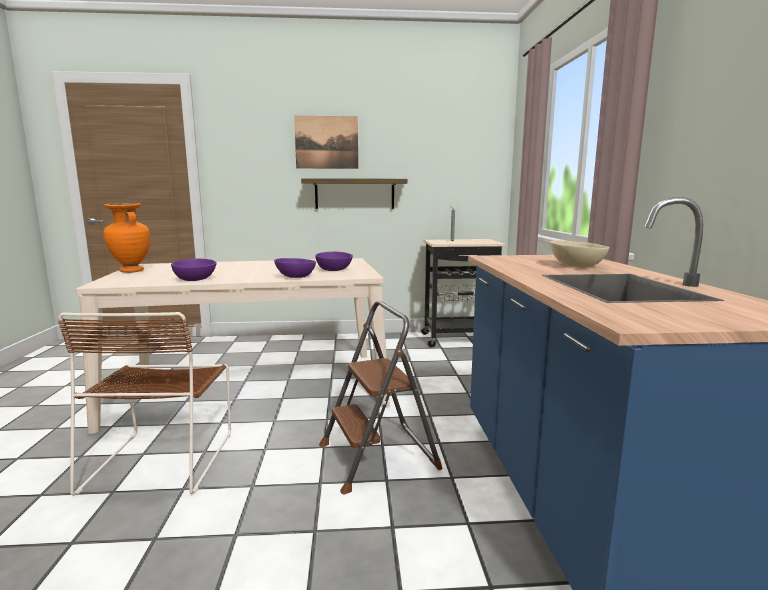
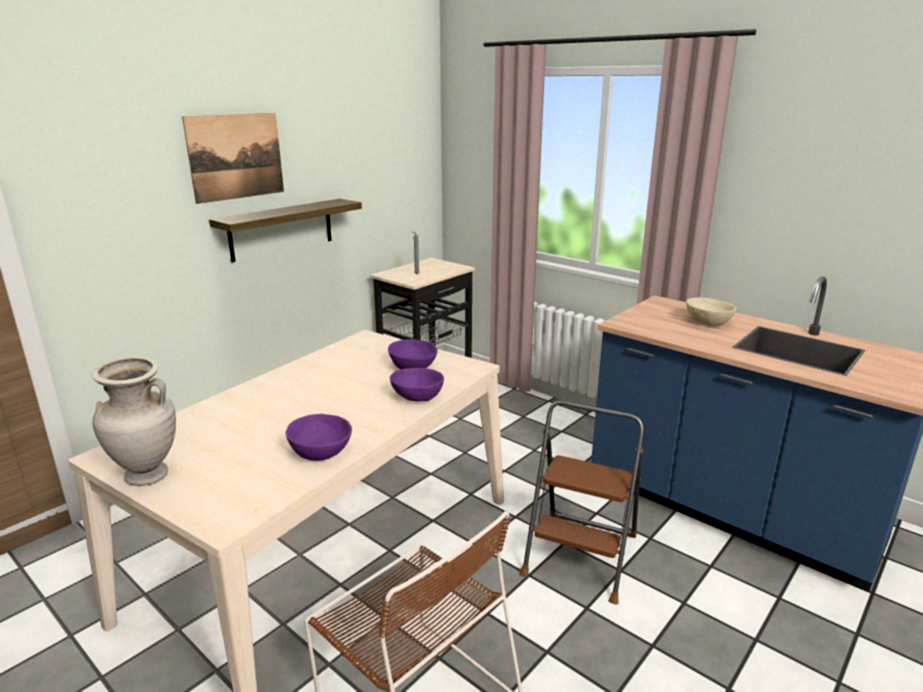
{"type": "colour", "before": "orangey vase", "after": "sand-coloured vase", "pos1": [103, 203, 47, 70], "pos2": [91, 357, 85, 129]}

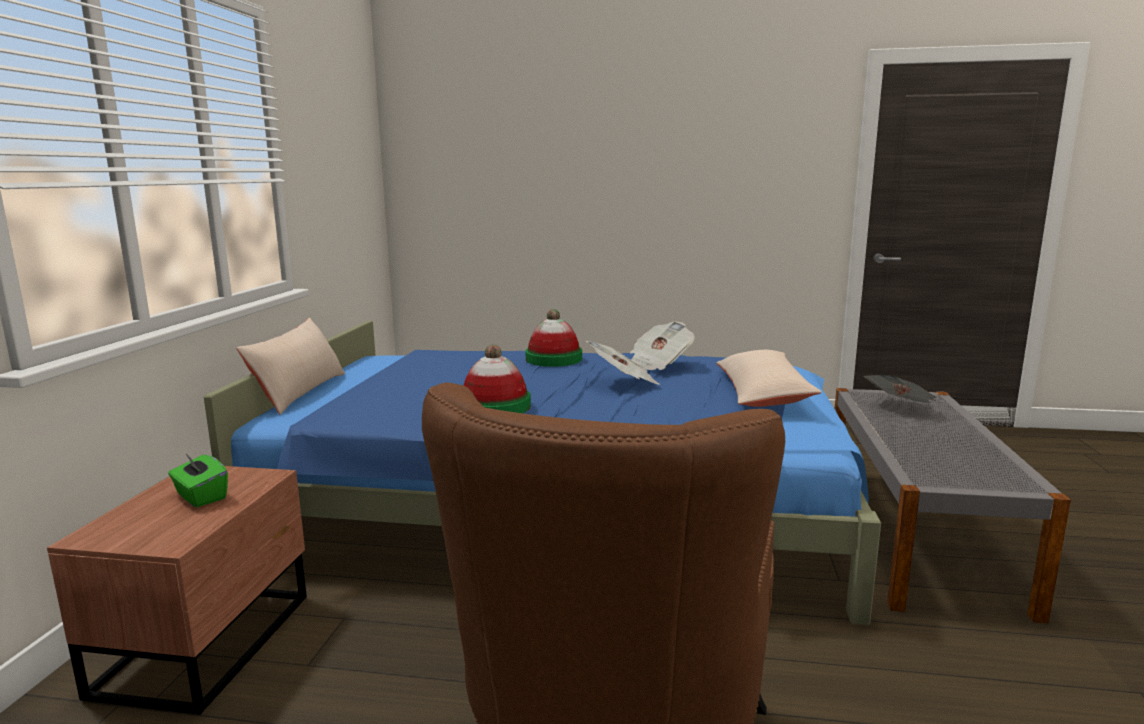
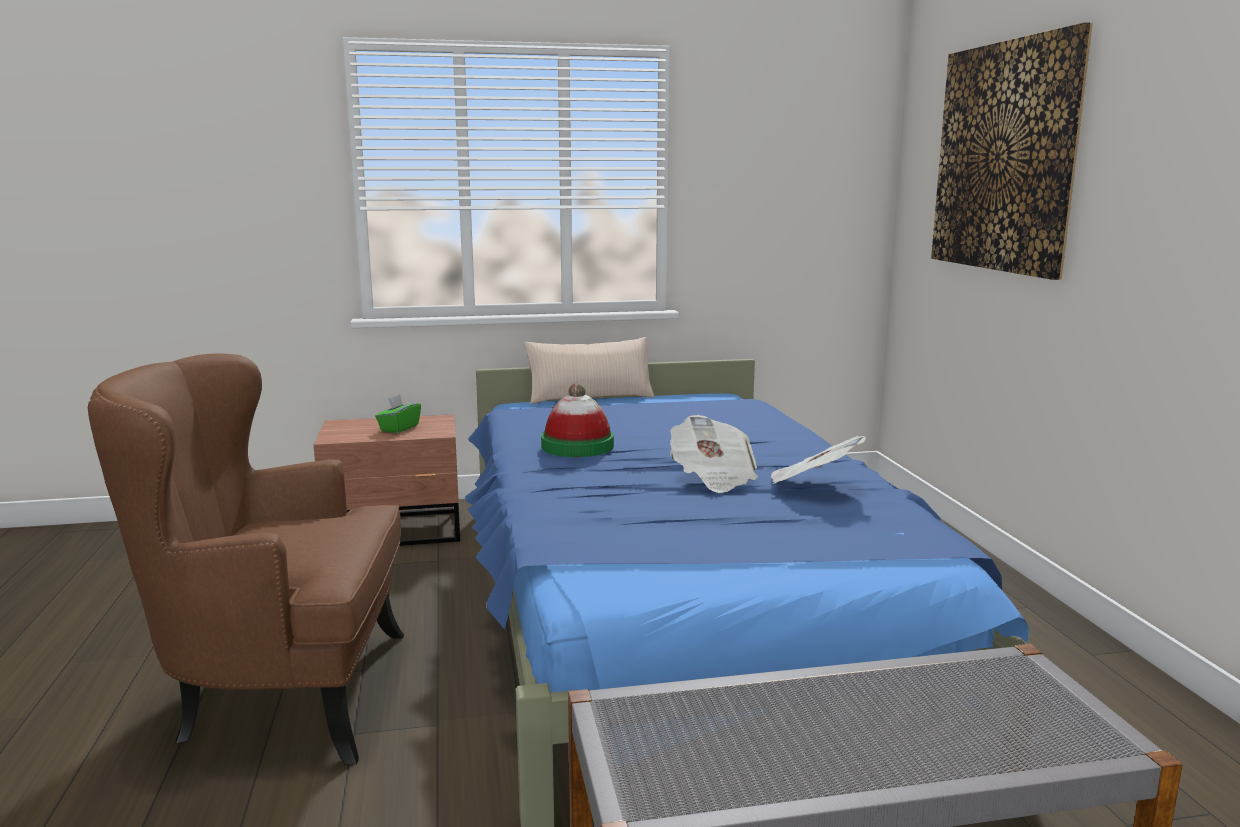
{"type": "missing", "before": "hat", "pos1": [525, 309, 57, 58]}
{"type": "missing", "before": "sand-coloured throw pillow", "pos1": [716, 350, 106, 57]}
{"type": "missing", "before": "newspaper", "pos1": [863, 375, 72, 28]}
{"type": "appeared", "after": "wall art", "pos2": [931, 22, 162, 258]}

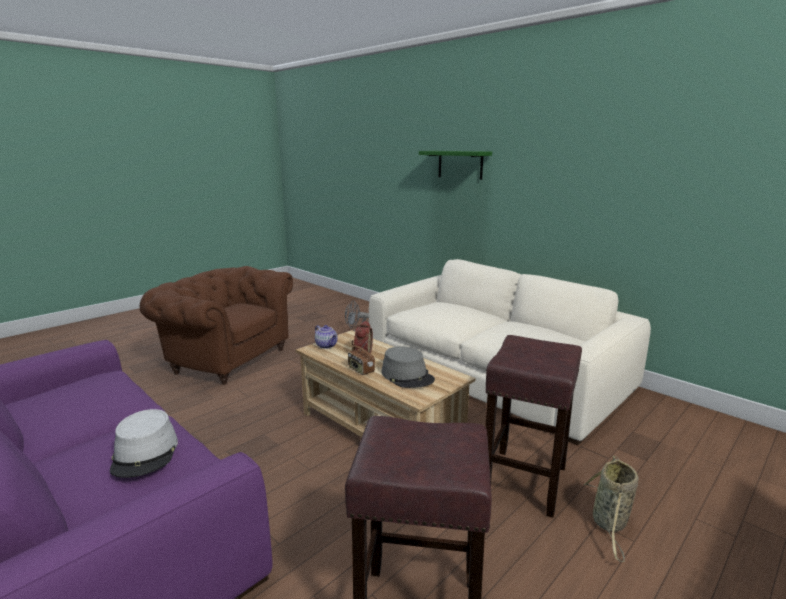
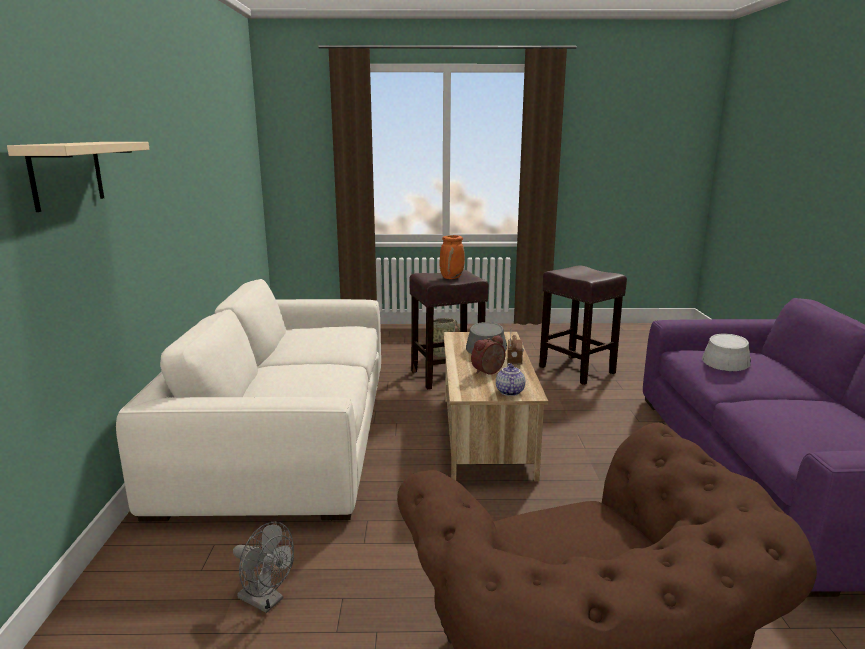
{"type": "colour", "before": "green shelf", "after": "sand-coloured shelf", "pos1": [419, 151, 73, 29], "pos2": [7, 142, 142, 70]}
{"type": "appeared", "after": "orangey vase", "pos2": [440, 235, 25, 44]}

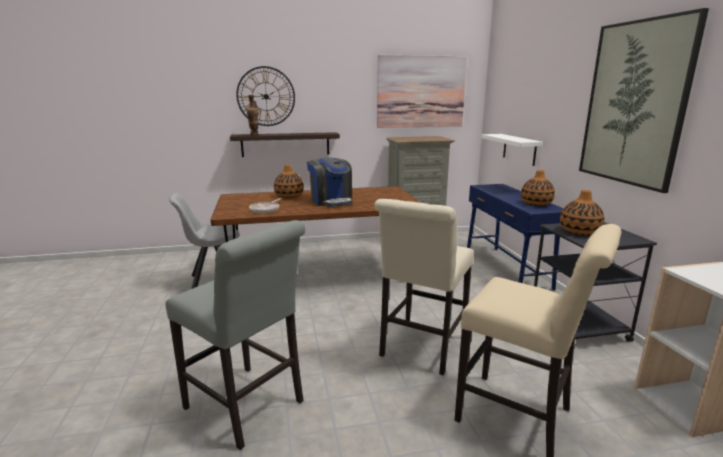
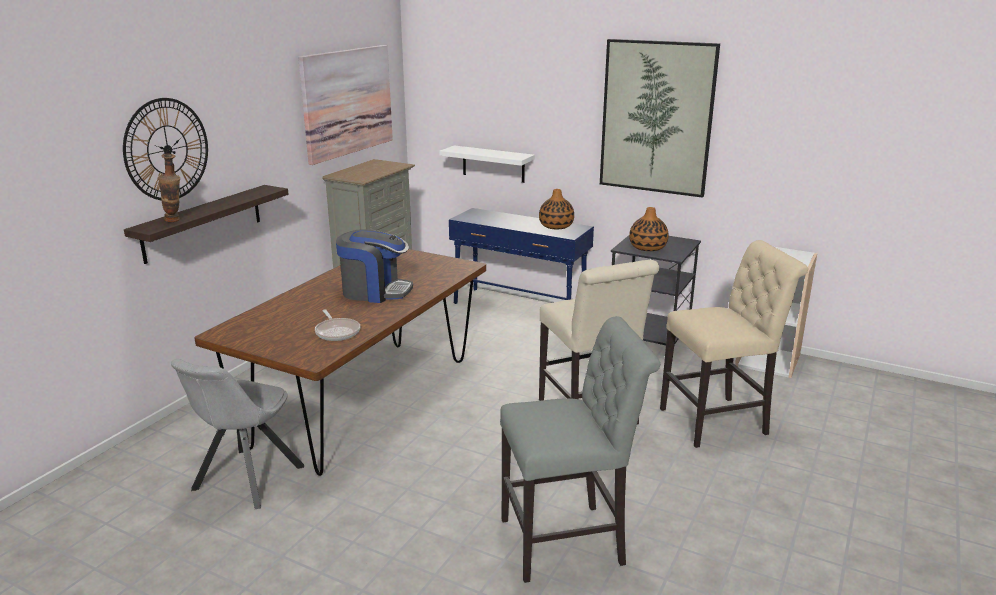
{"type": "missing", "before": "vase", "pos1": [274, 164, 30, 34]}

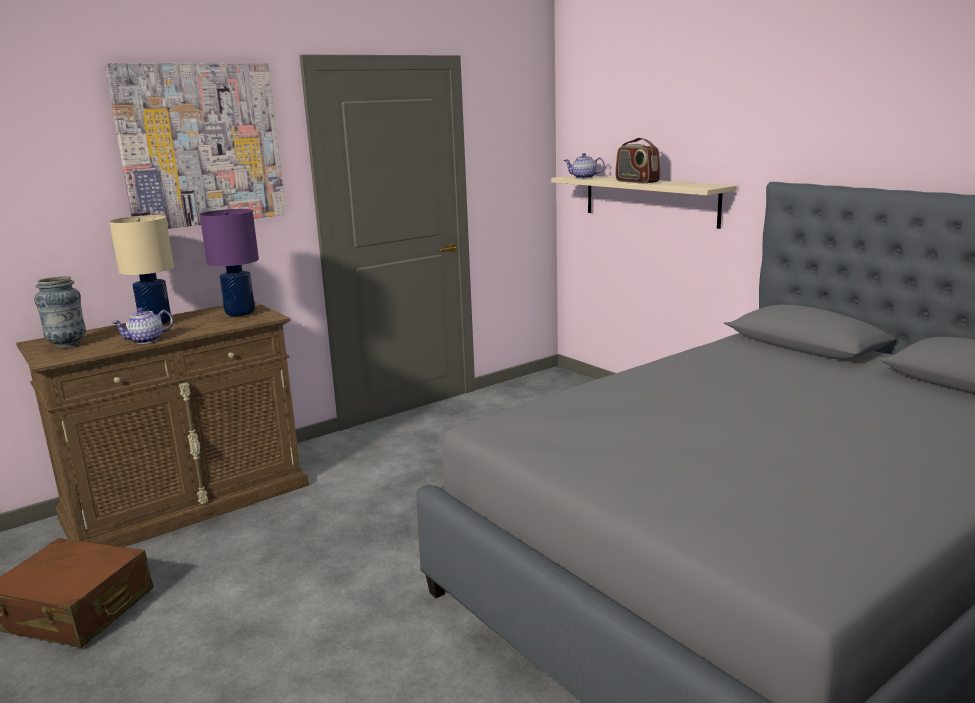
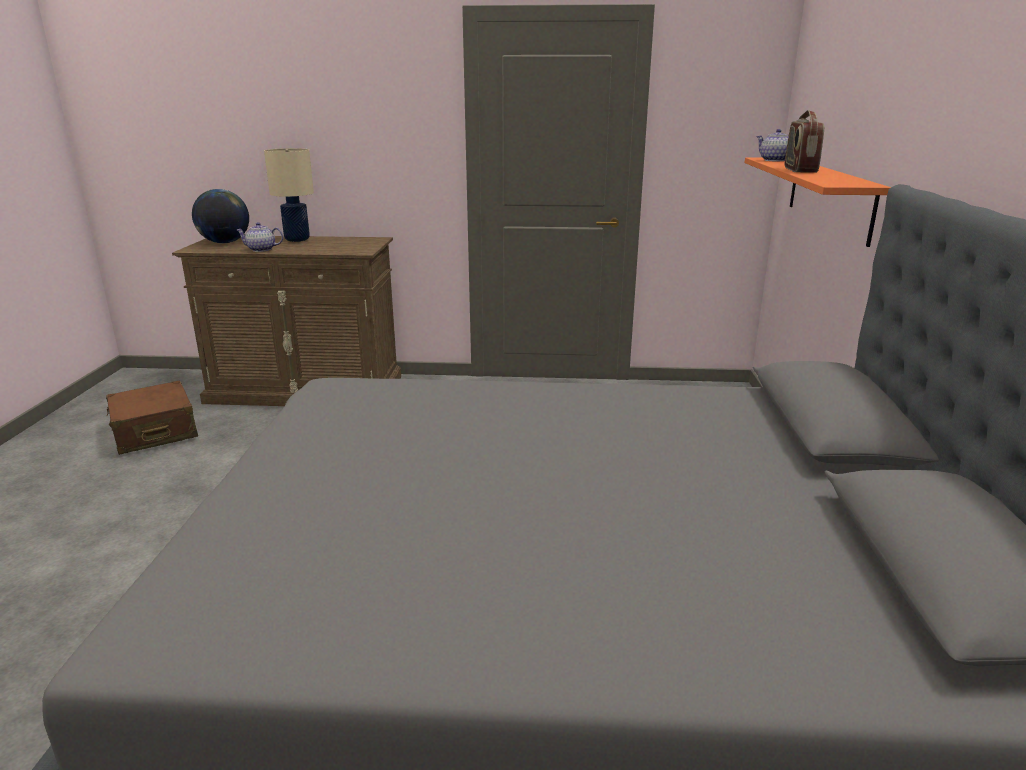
{"type": "exchanged", "before": "vase", "after": "desk globe", "pos1": [34, 276, 52, 73], "pos2": [192, 189, 57, 54]}
{"type": "missing", "before": "wall art", "pos1": [105, 63, 181, 166]}
{"type": "missing", "before": "purplish tabletop lamp", "pos1": [200, 209, 59, 108]}
{"type": "colour", "before": "sand-coloured shelf", "after": "orangey shelf", "pos1": [551, 175, 186, 54], "pos2": [745, 157, 146, 90]}

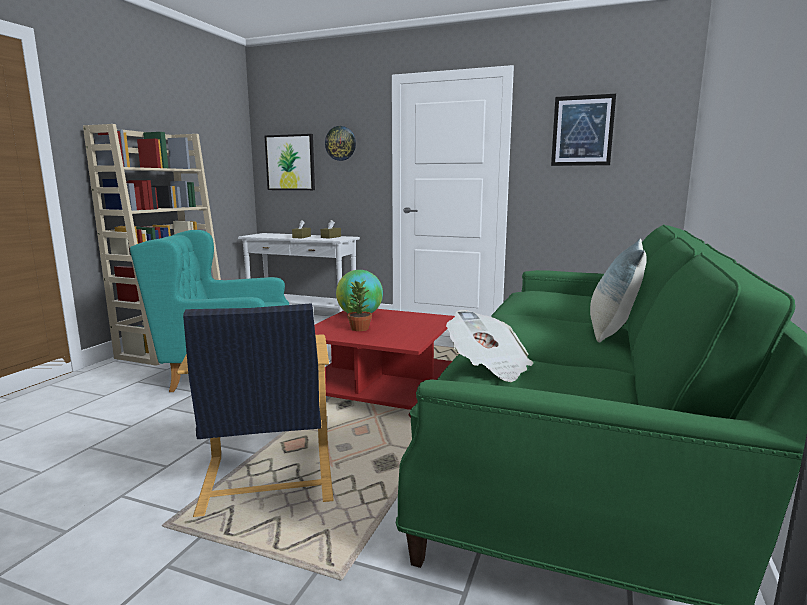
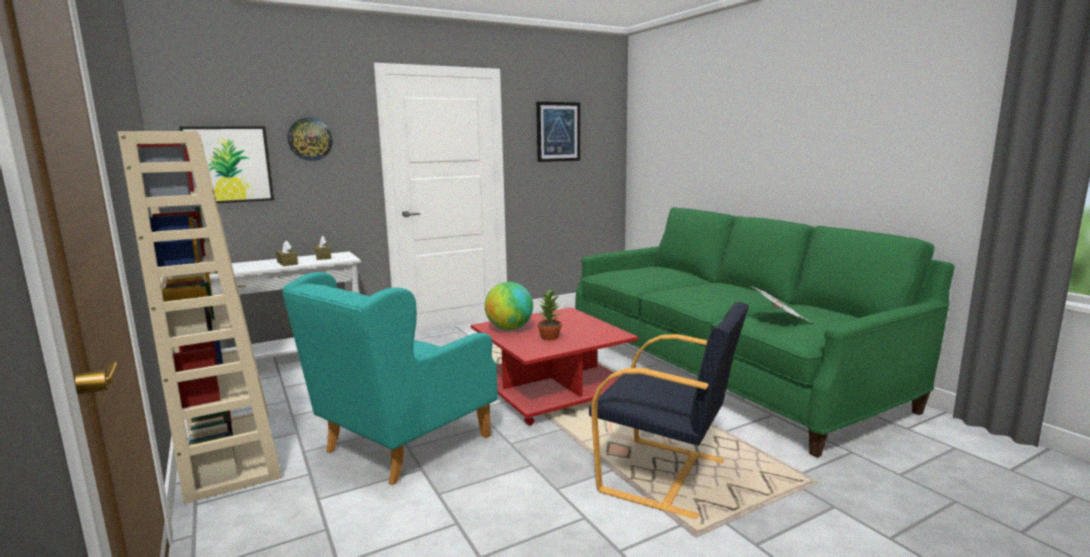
{"type": "missing", "before": "throw pillow", "pos1": [590, 239, 57, 103]}

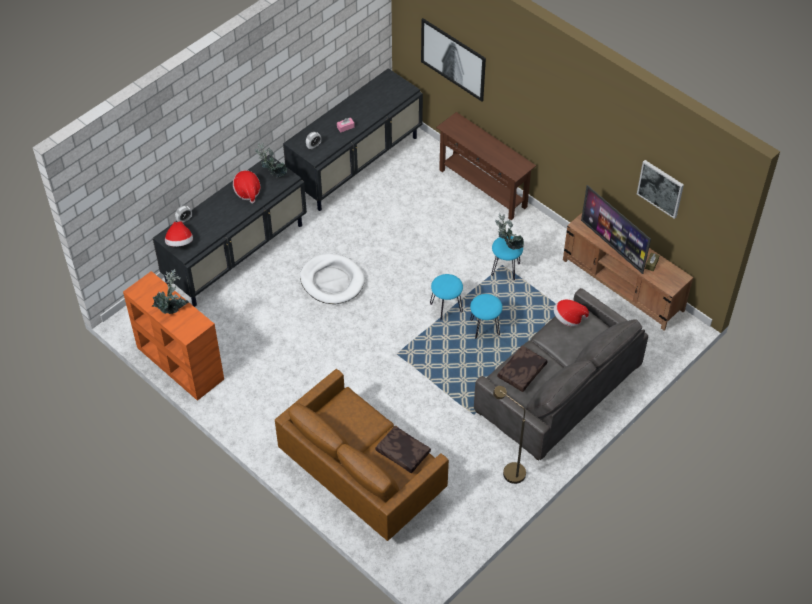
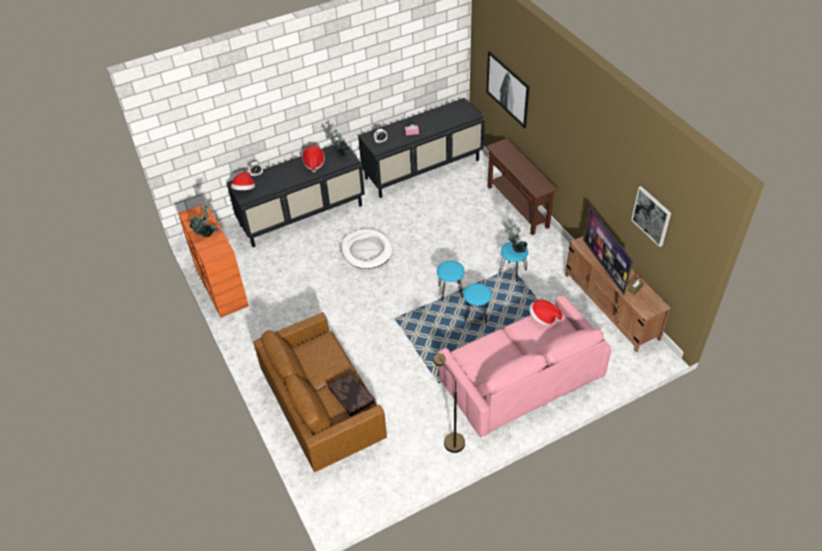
{"type": "colour", "before": "gray sofa", "after": "pink sofa", "pos1": [474, 288, 174, 173], "pos2": [439, 295, 173, 143]}
{"type": "missing", "before": "brown-coloured throw pillow", "pos1": [497, 346, 51, 46]}

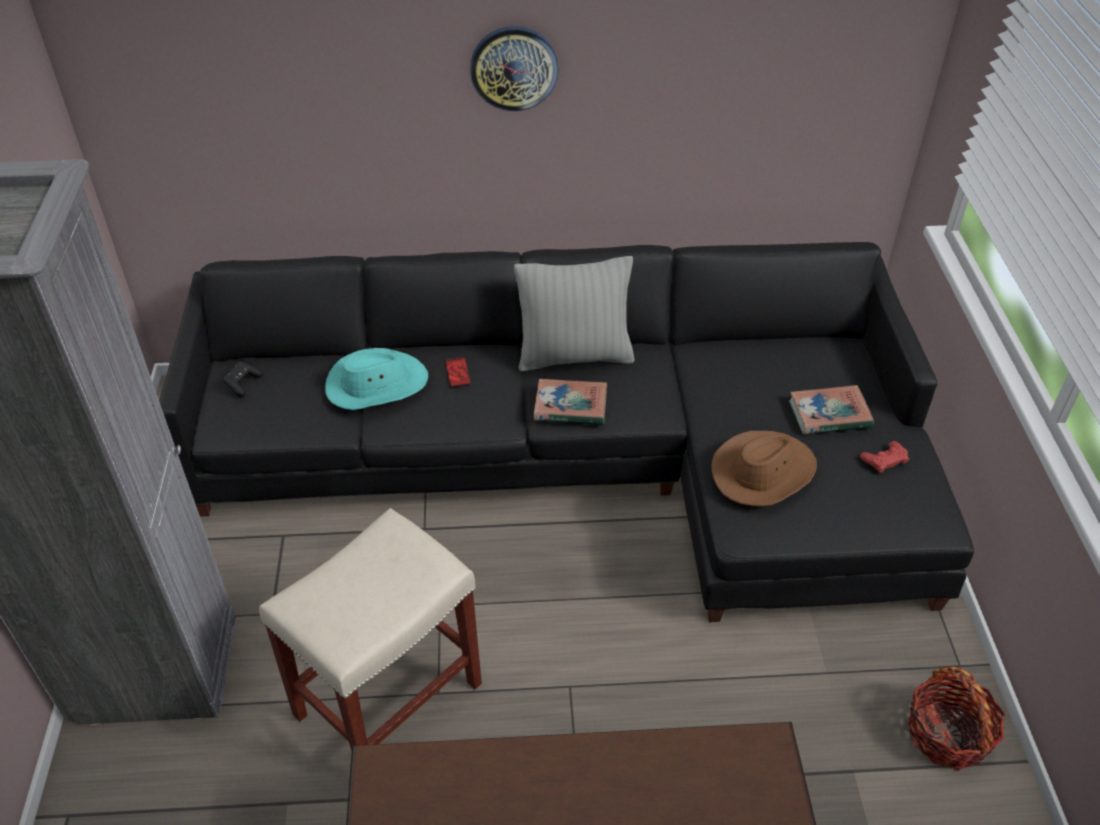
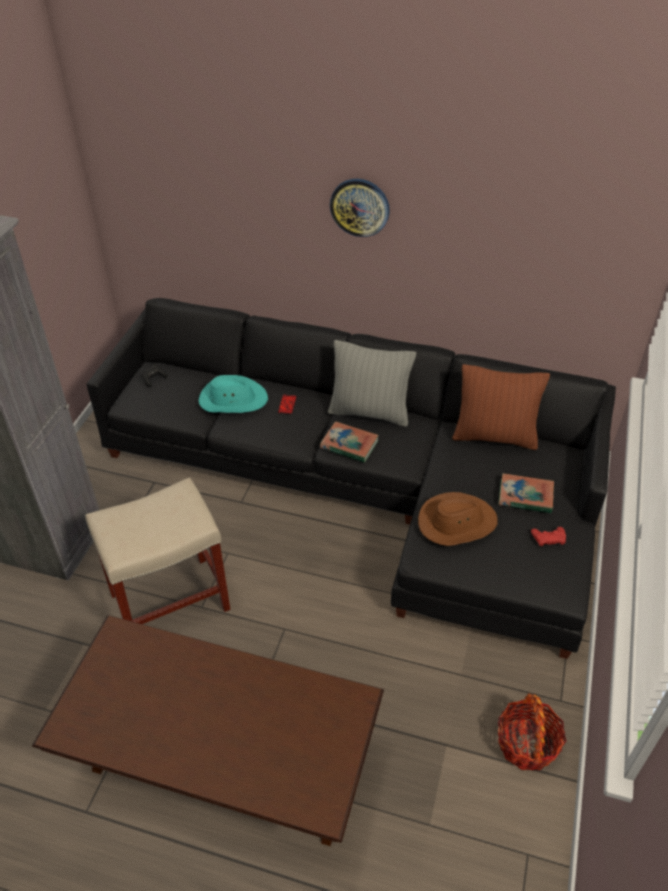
{"type": "appeared", "after": "brown-coloured throw pillow", "pos2": [452, 364, 98, 86]}

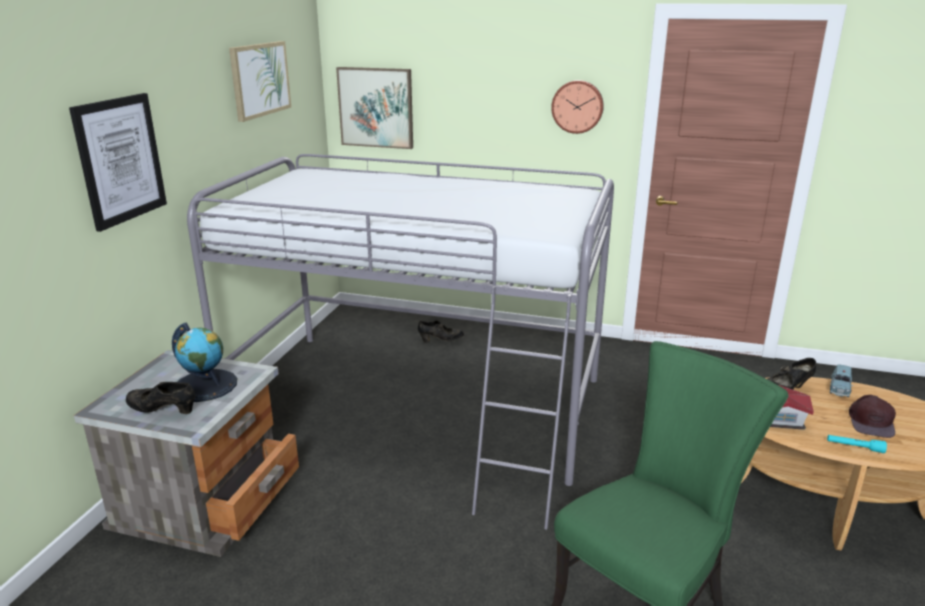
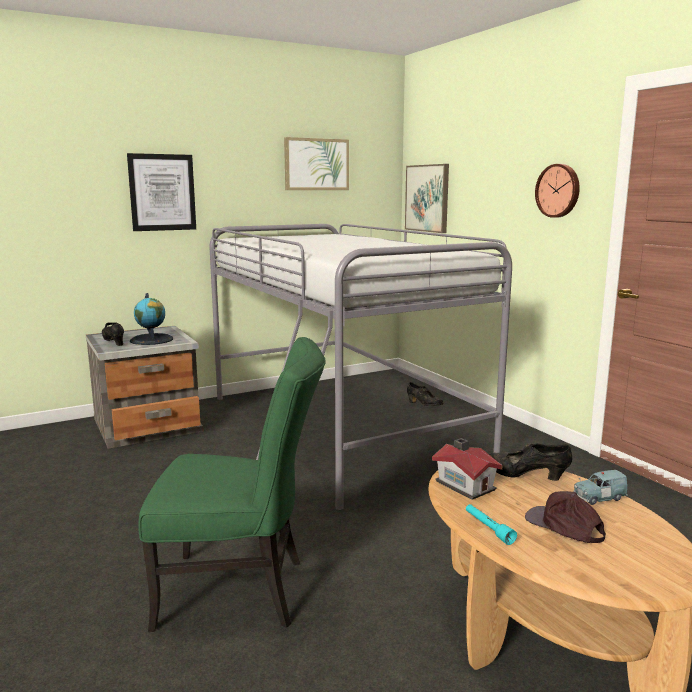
{"type": "spun", "before": "brown-coloured baseball cap", "pos1": [849, 395, 47, 43], "pos2": [525, 491, 81, 52], "turn": 75}

